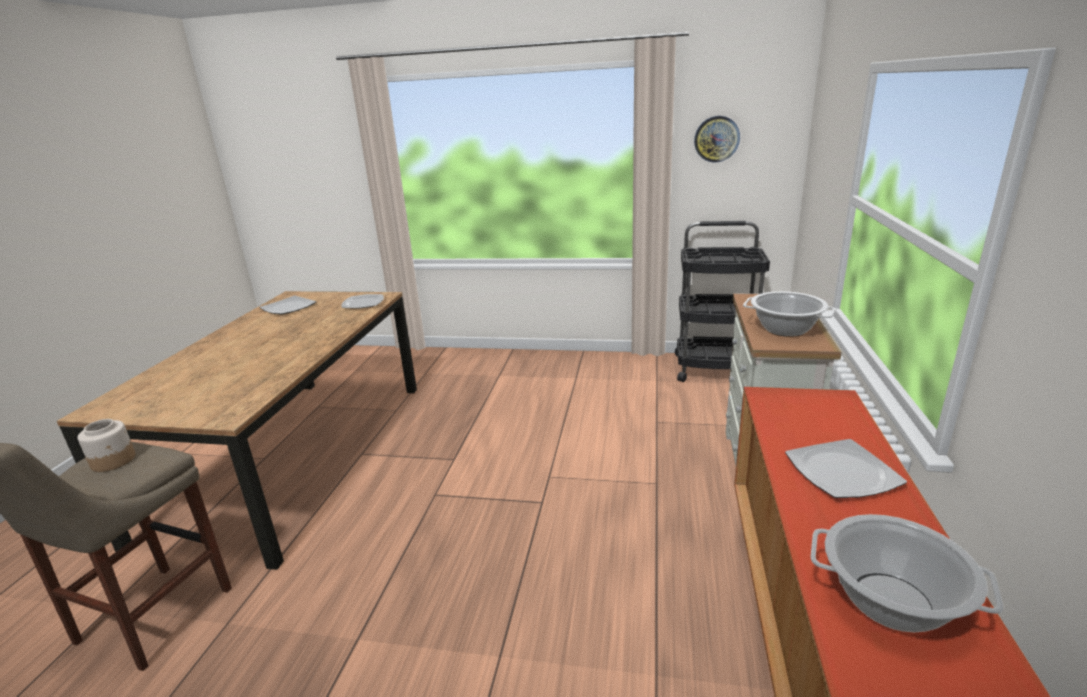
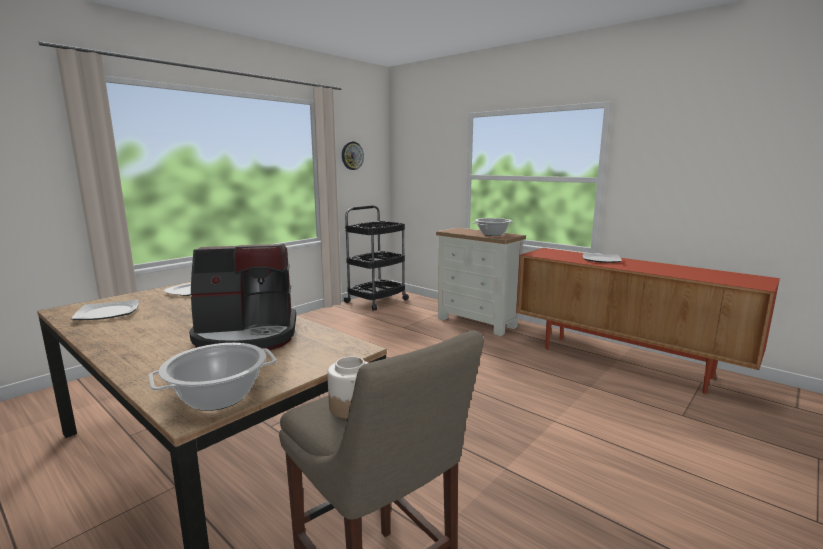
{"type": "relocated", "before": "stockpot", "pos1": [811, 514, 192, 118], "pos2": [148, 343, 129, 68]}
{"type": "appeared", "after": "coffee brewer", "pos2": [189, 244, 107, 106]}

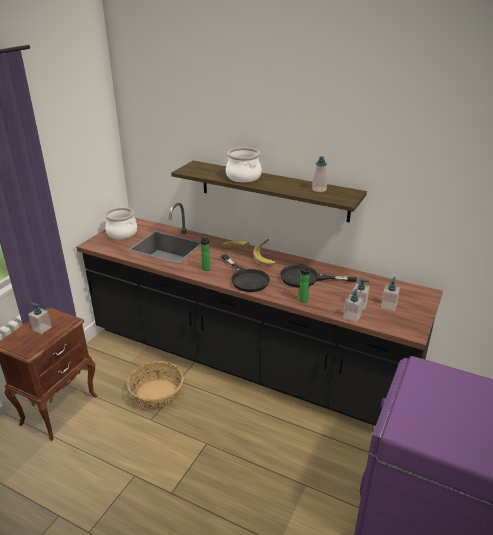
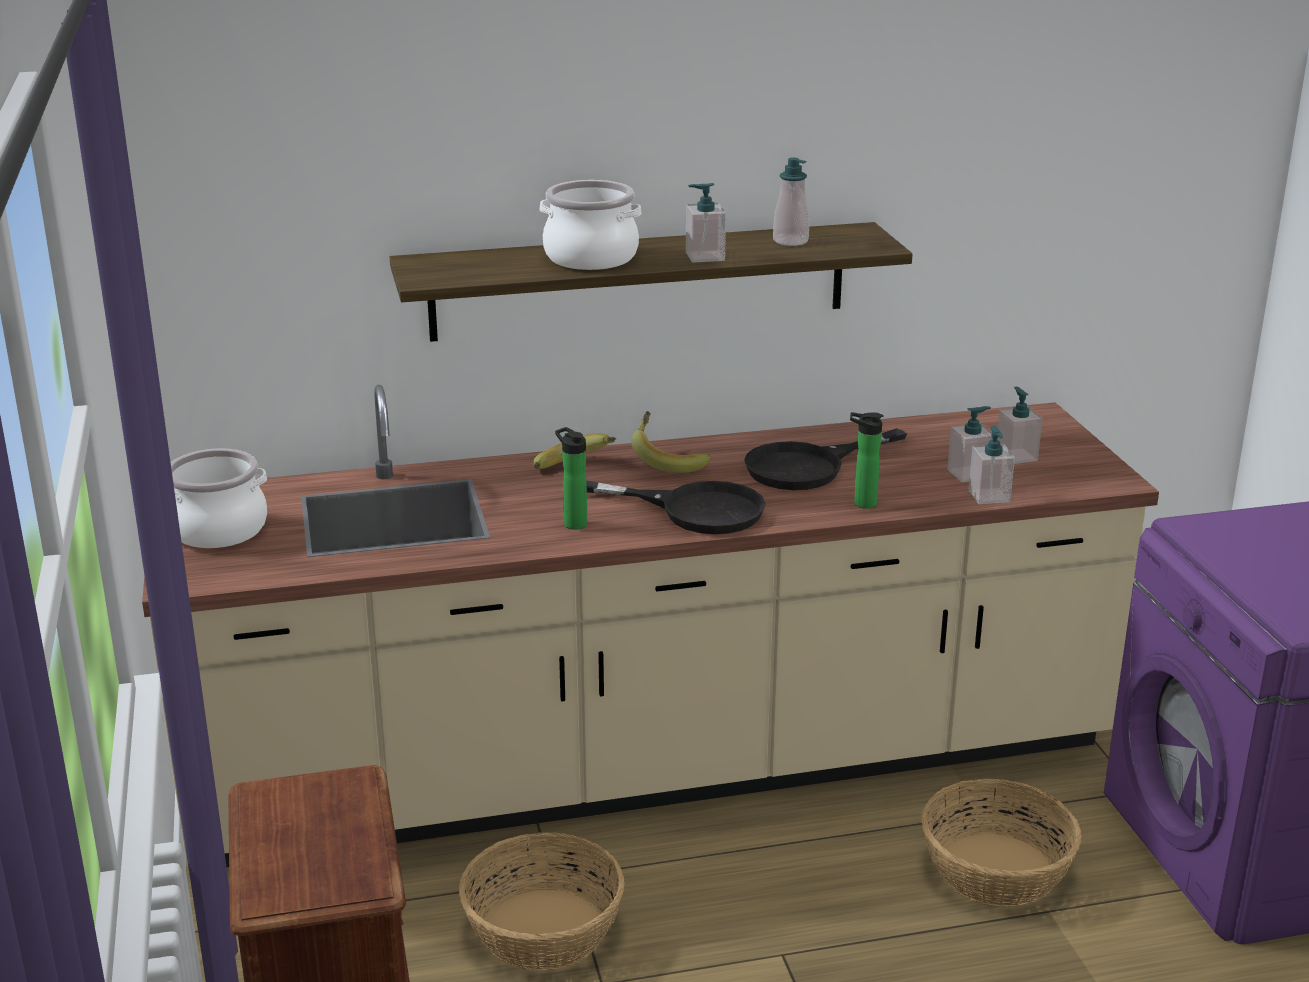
{"type": "relocated", "before": "soap dispenser", "pos1": [28, 302, 24, 32], "pos2": [686, 183, 40, 80]}
{"type": "colour", "before": "black kitchen base unit", "after": "sand-coloured kitchen base unit", "pos1": [76, 202, 367, 224], "pos2": [142, 385, 1017, 482]}
{"type": "appeared", "after": "basket", "pos2": [921, 779, 161, 128]}

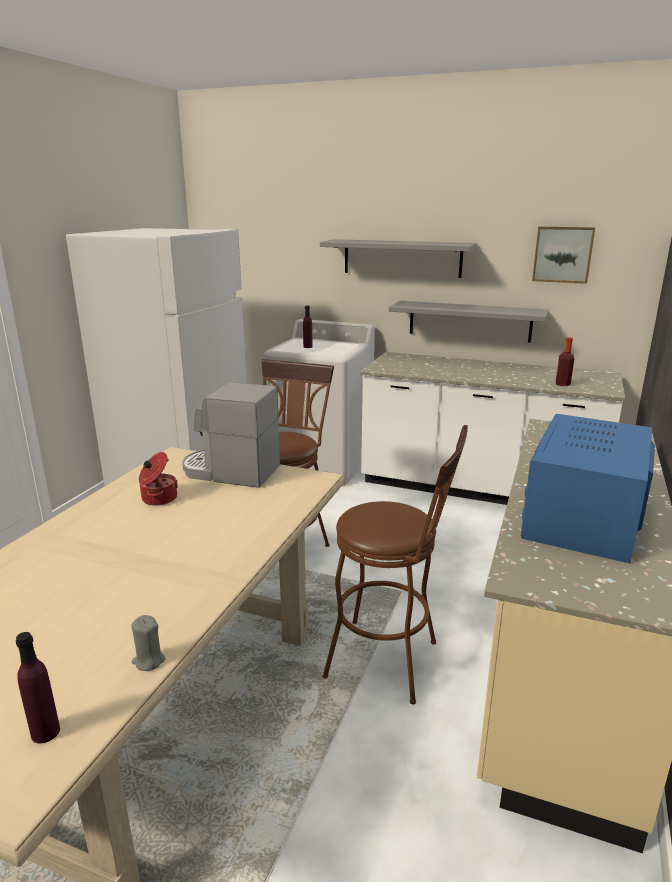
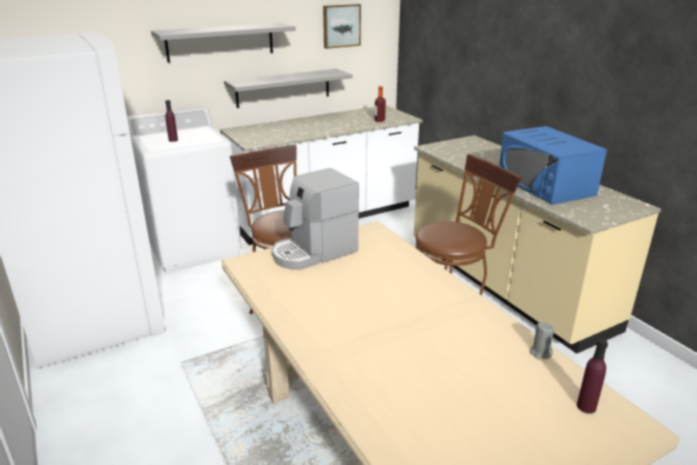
{"type": "missing", "before": "stockpot", "pos1": [139, 452, 39, 54]}

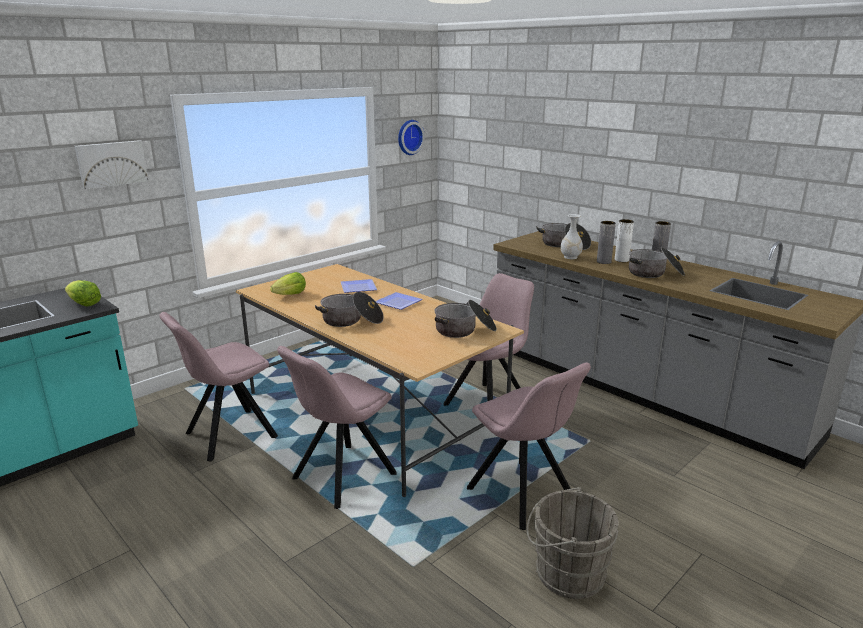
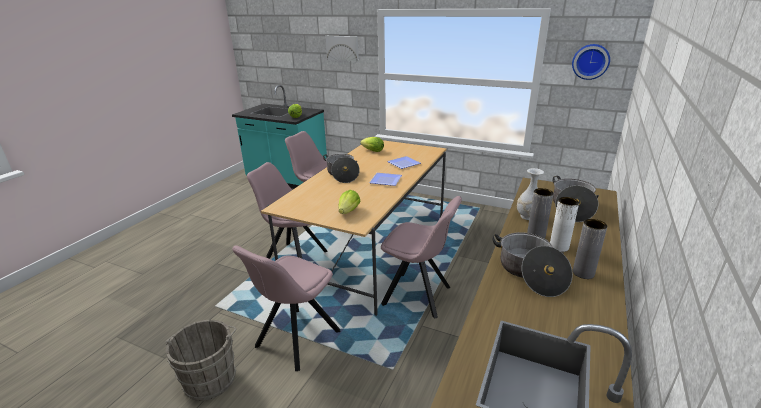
{"type": "exchanged", "before": "stockpot", "after": "lettuce", "pos1": [435, 300, 62, 38], "pos2": [338, 190, 22, 24]}

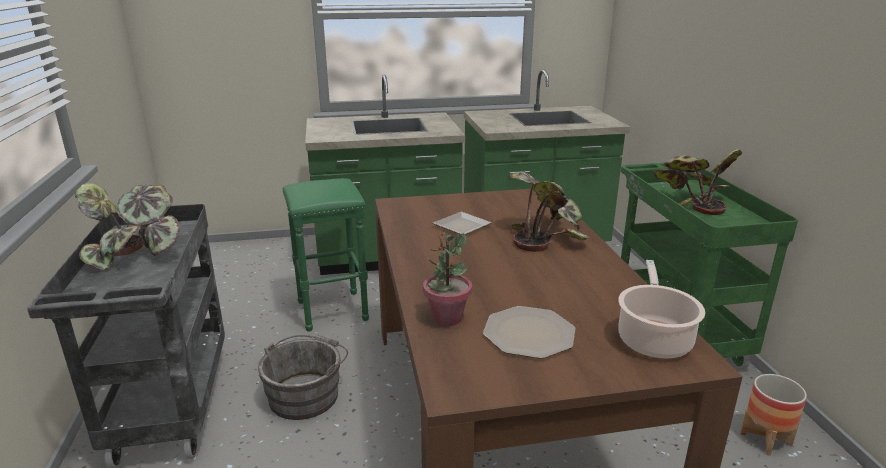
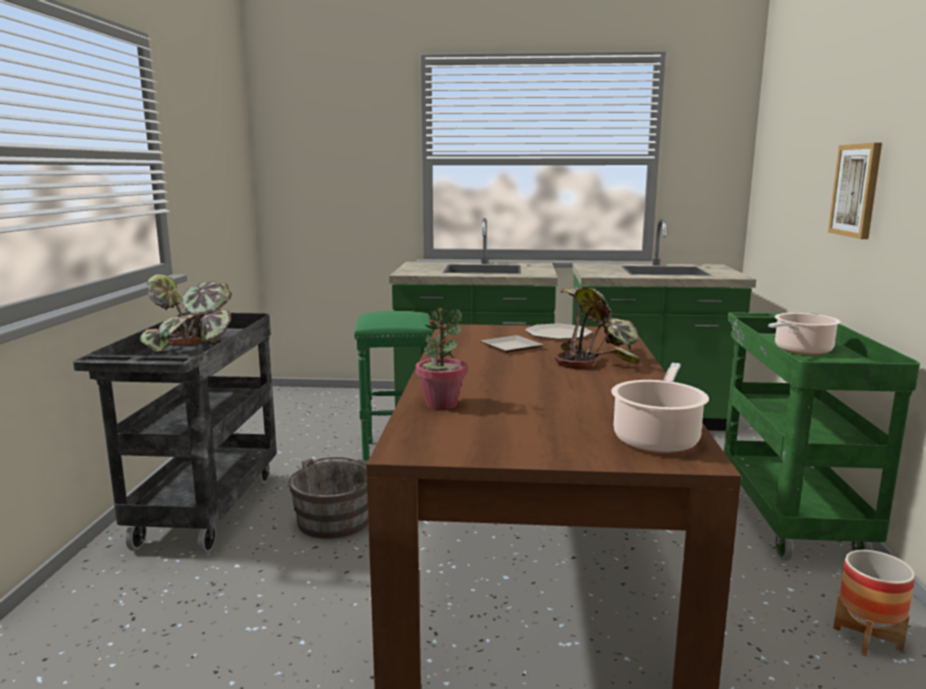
{"type": "relocated", "before": "flat dish", "pos1": [483, 306, 92, 53], "pos2": [525, 323, 67, 16]}
{"type": "exchanged", "before": "houseplant", "after": "stockpot", "pos1": [653, 149, 89, 66], "pos2": [768, 313, 73, 42]}
{"type": "appeared", "after": "wall art", "pos2": [828, 143, 54, 96]}

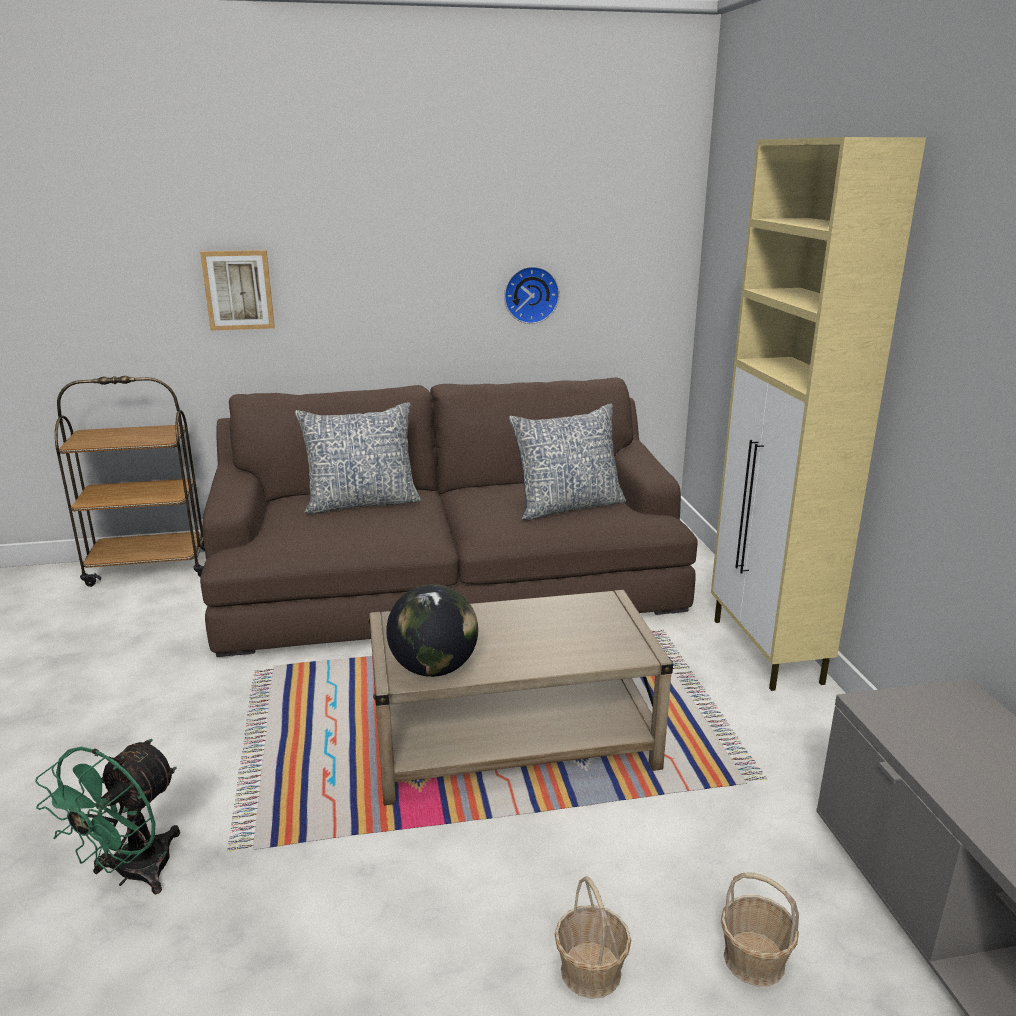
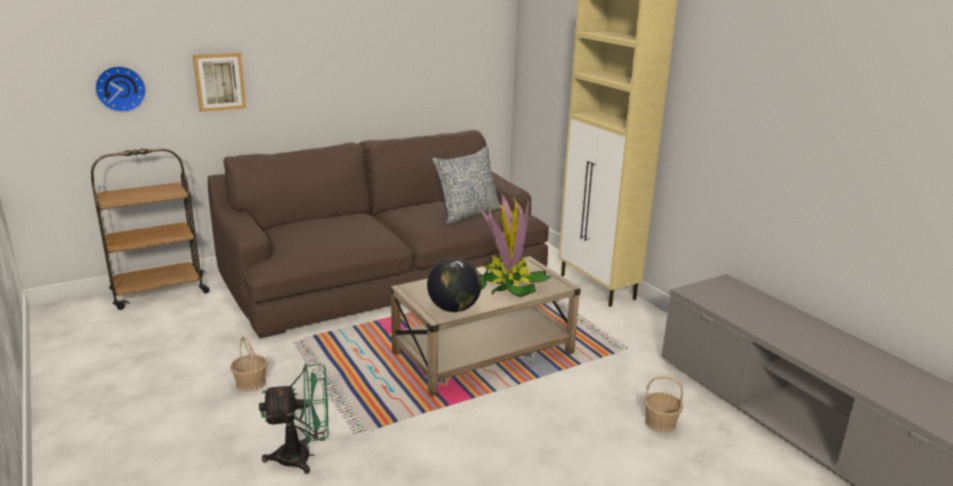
{"type": "spun", "before": "green fan", "pos1": [35, 739, 145, 155], "pos2": [259, 363, 70, 111], "turn": -105}
{"type": "missing", "before": "throw pillow", "pos1": [295, 402, 126, 112]}
{"type": "relocated", "before": "clock on the wall", "pos1": [504, 266, 56, 58], "pos2": [95, 66, 51, 46]}
{"type": "relocated", "before": "basket", "pos1": [555, 876, 76, 123], "pos2": [230, 336, 38, 56]}
{"type": "appeared", "after": "houseplant", "pos2": [479, 192, 73, 105]}

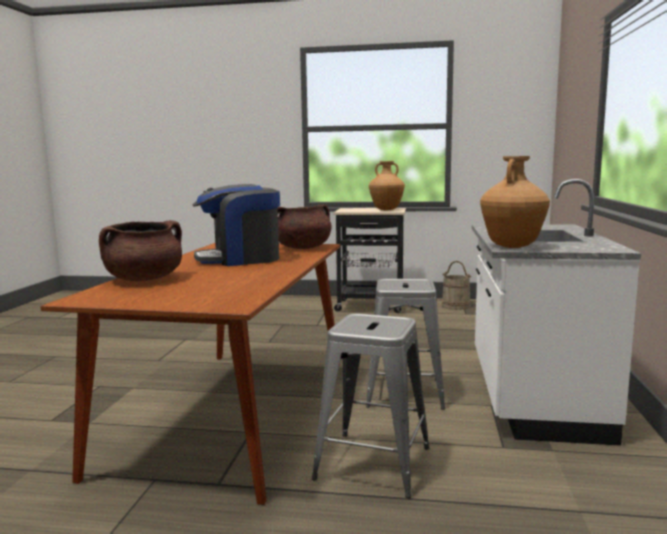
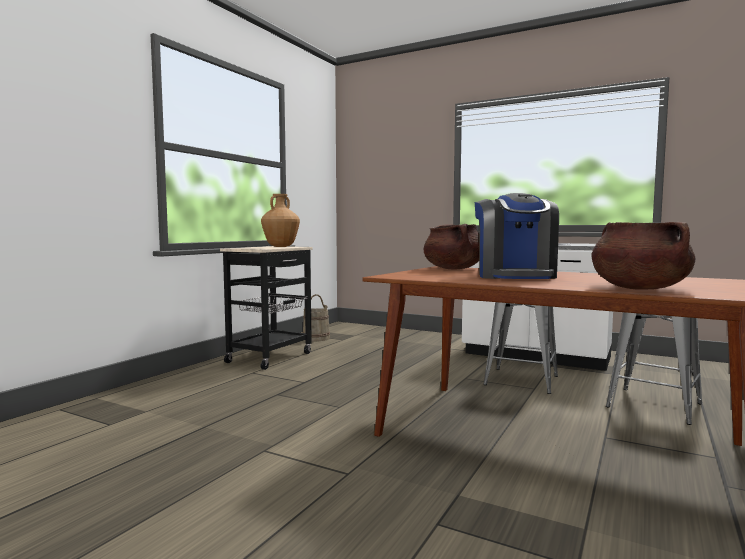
{"type": "missing", "before": "brown-coloured vase", "pos1": [480, 156, 70, 92]}

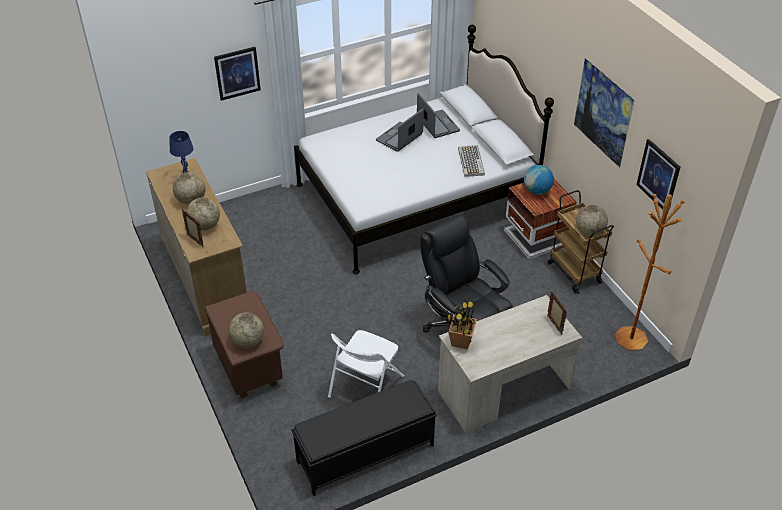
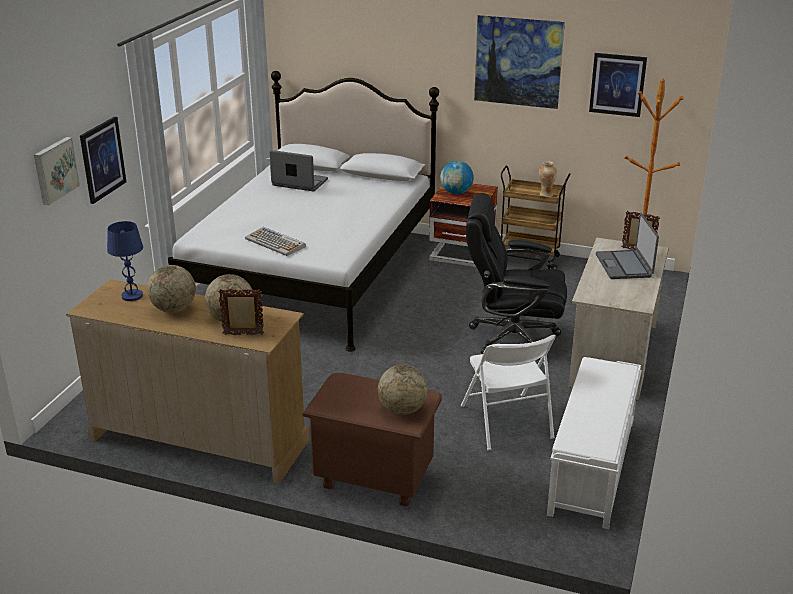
{"type": "colour", "before": "black long seat", "after": "whitish long seat", "pos1": [291, 380, 146, 116], "pos2": [547, 357, 95, 172]}
{"type": "relocated", "before": "laptop", "pos1": [376, 109, 48, 43], "pos2": [596, 213, 63, 66]}
{"type": "missing", "before": "houseplant", "pos1": [447, 296, 30, 53]}
{"type": "relocated", "before": "computer keyboard", "pos1": [458, 145, 27, 32], "pos2": [245, 227, 61, 29]}
{"type": "exchanged", "before": "desk globe", "after": "vase", "pos1": [576, 205, 32, 31], "pos2": [539, 161, 18, 36]}
{"type": "appeared", "after": "wall art", "pos2": [34, 137, 46, 68]}

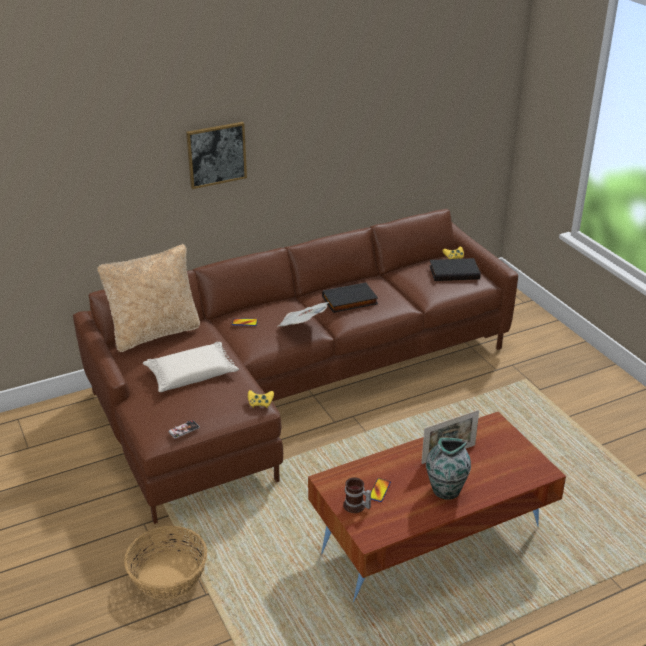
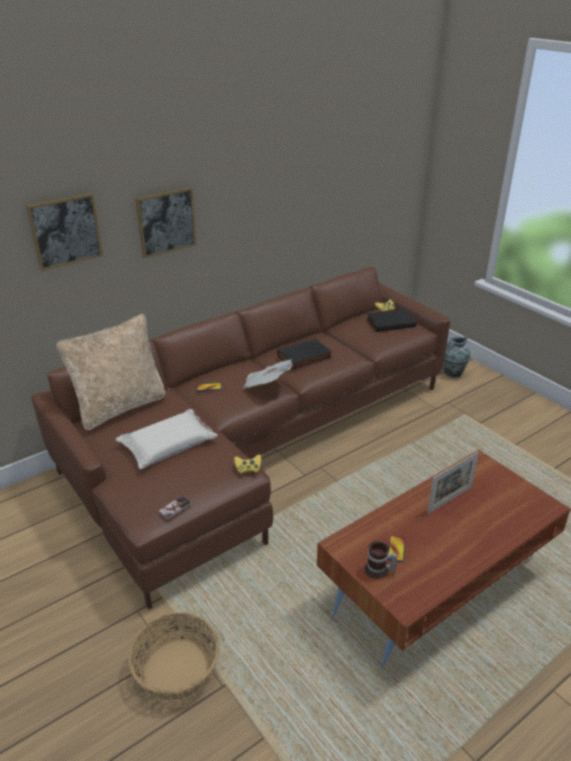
{"type": "relocated", "before": "vase", "pos1": [426, 437, 45, 63], "pos2": [443, 337, 27, 41]}
{"type": "appeared", "after": "wall art", "pos2": [26, 193, 77, 78]}

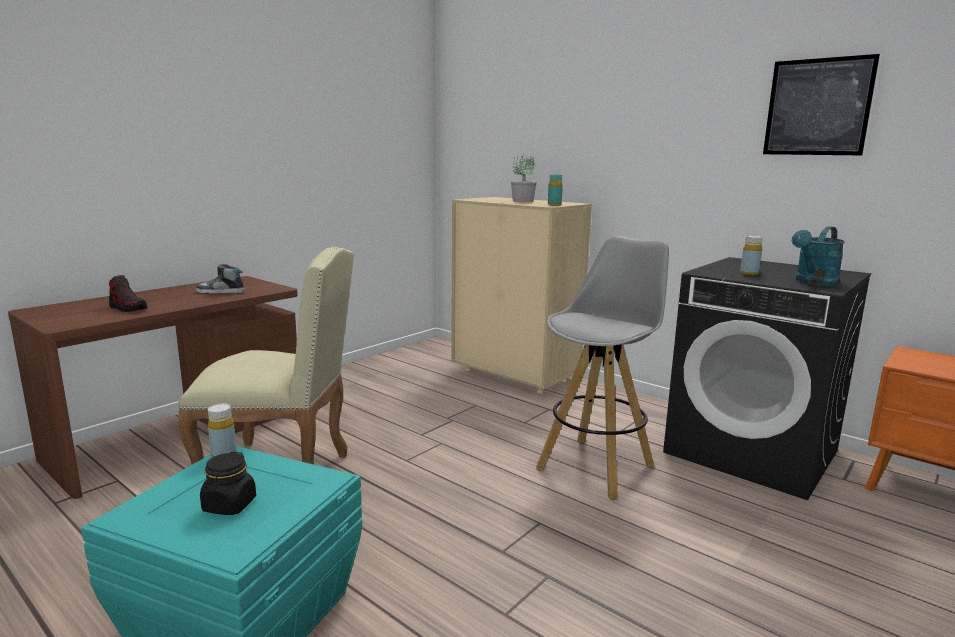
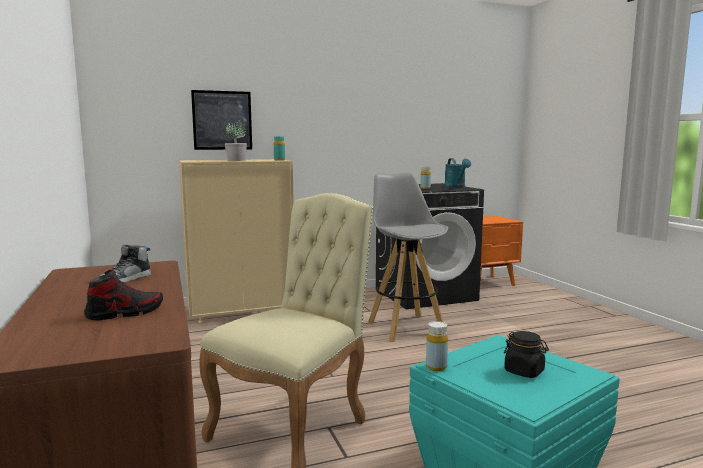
{"type": "relocated", "before": "wall art", "pos1": [763, 54, 117, 101], "pos2": [191, 90, 61, 60]}

